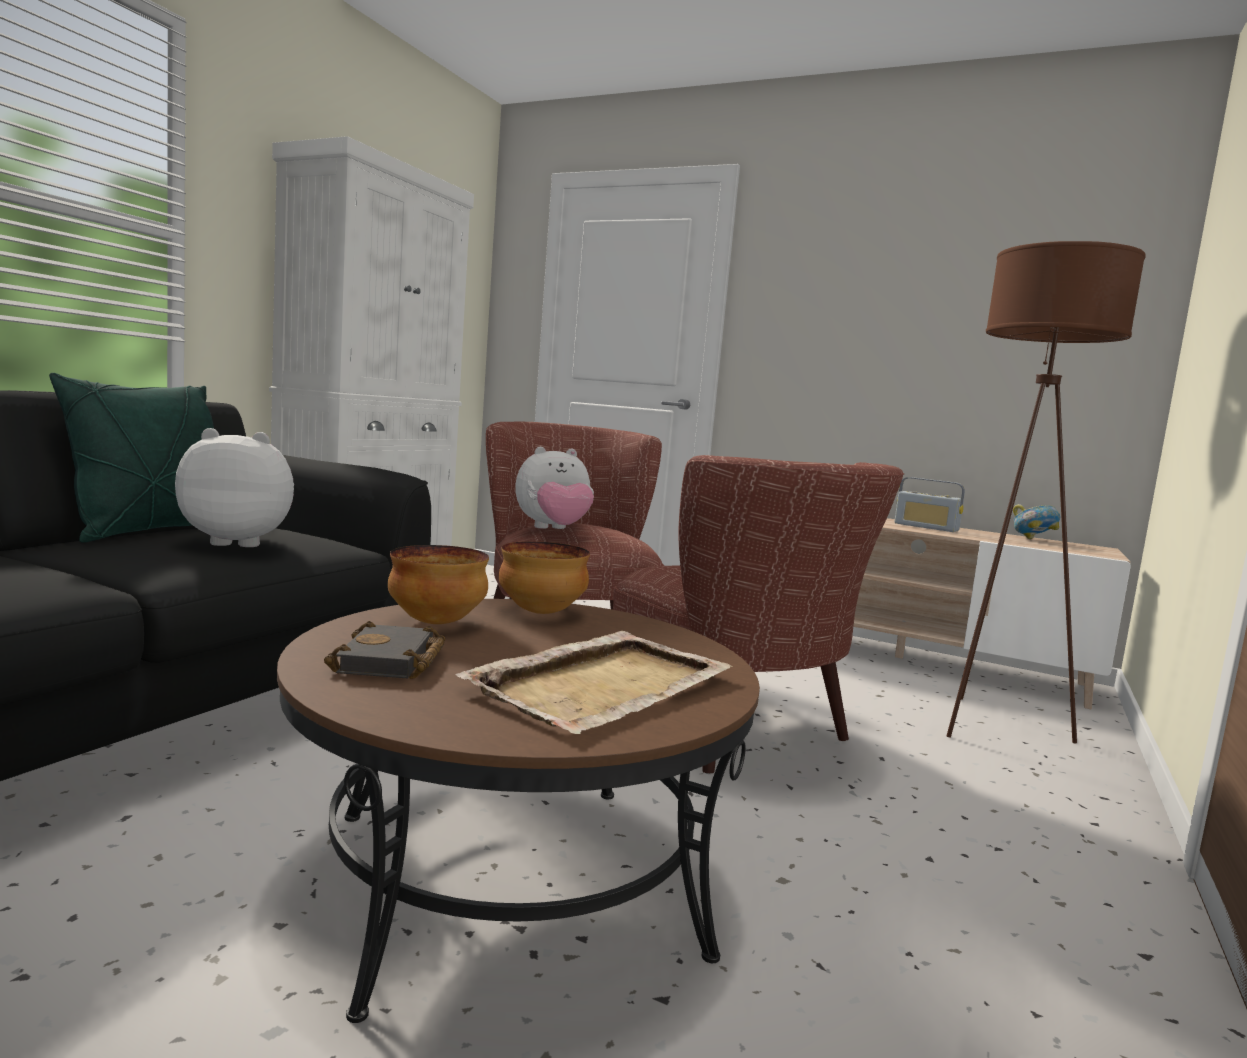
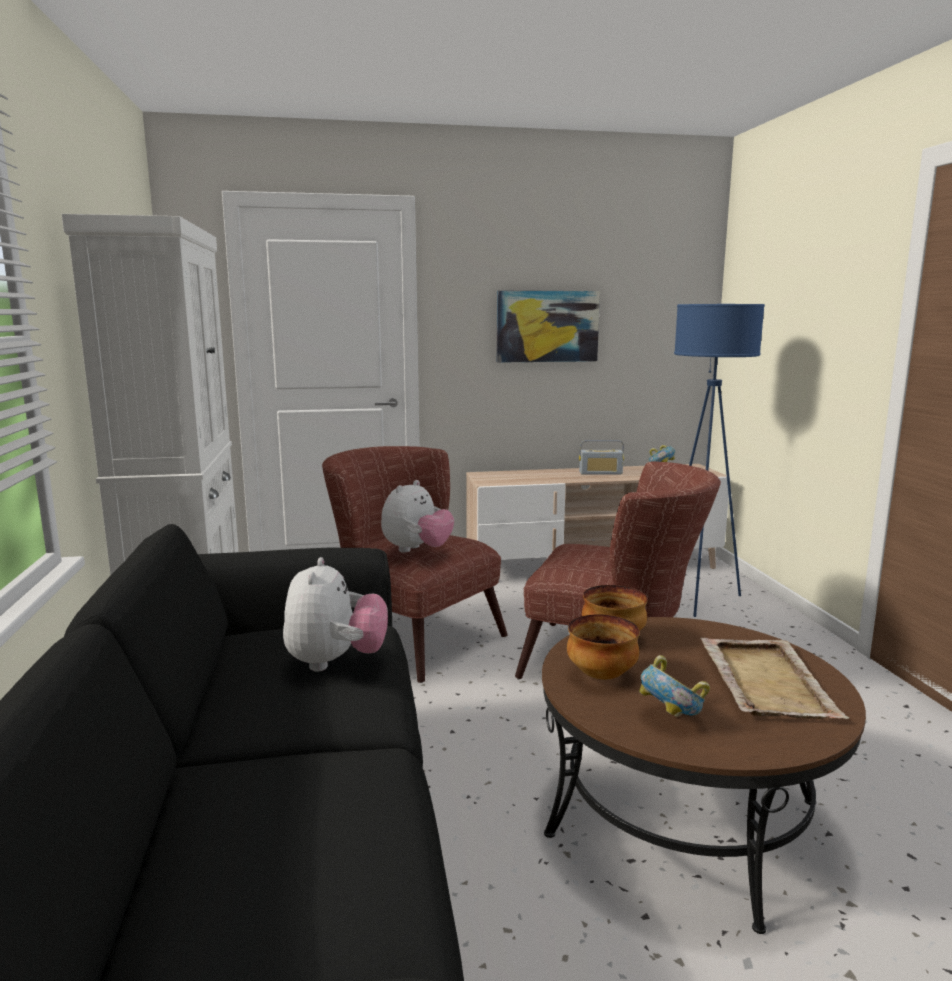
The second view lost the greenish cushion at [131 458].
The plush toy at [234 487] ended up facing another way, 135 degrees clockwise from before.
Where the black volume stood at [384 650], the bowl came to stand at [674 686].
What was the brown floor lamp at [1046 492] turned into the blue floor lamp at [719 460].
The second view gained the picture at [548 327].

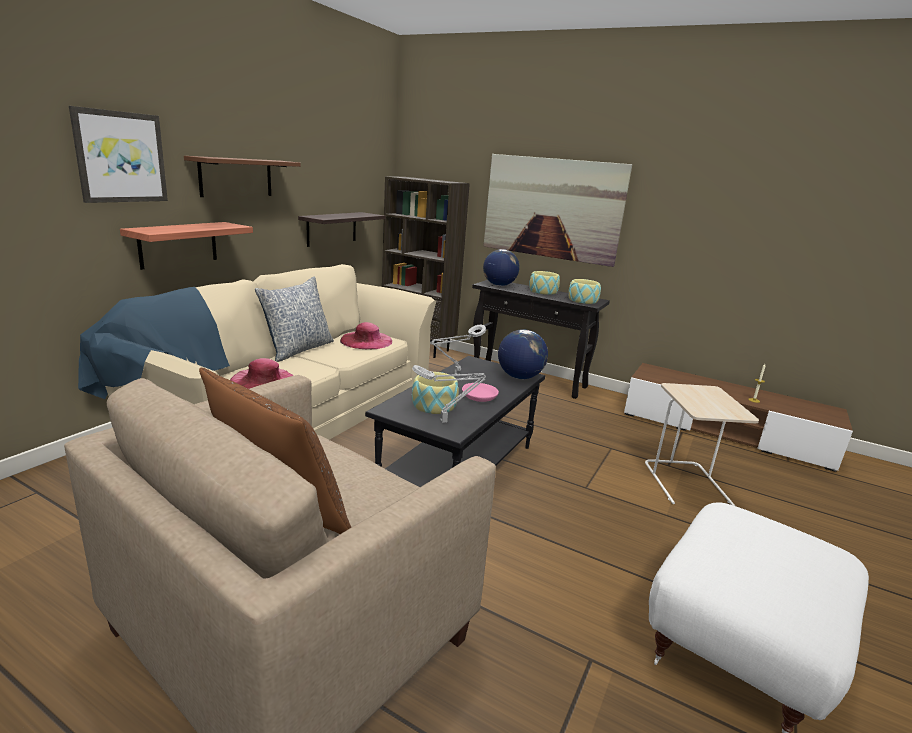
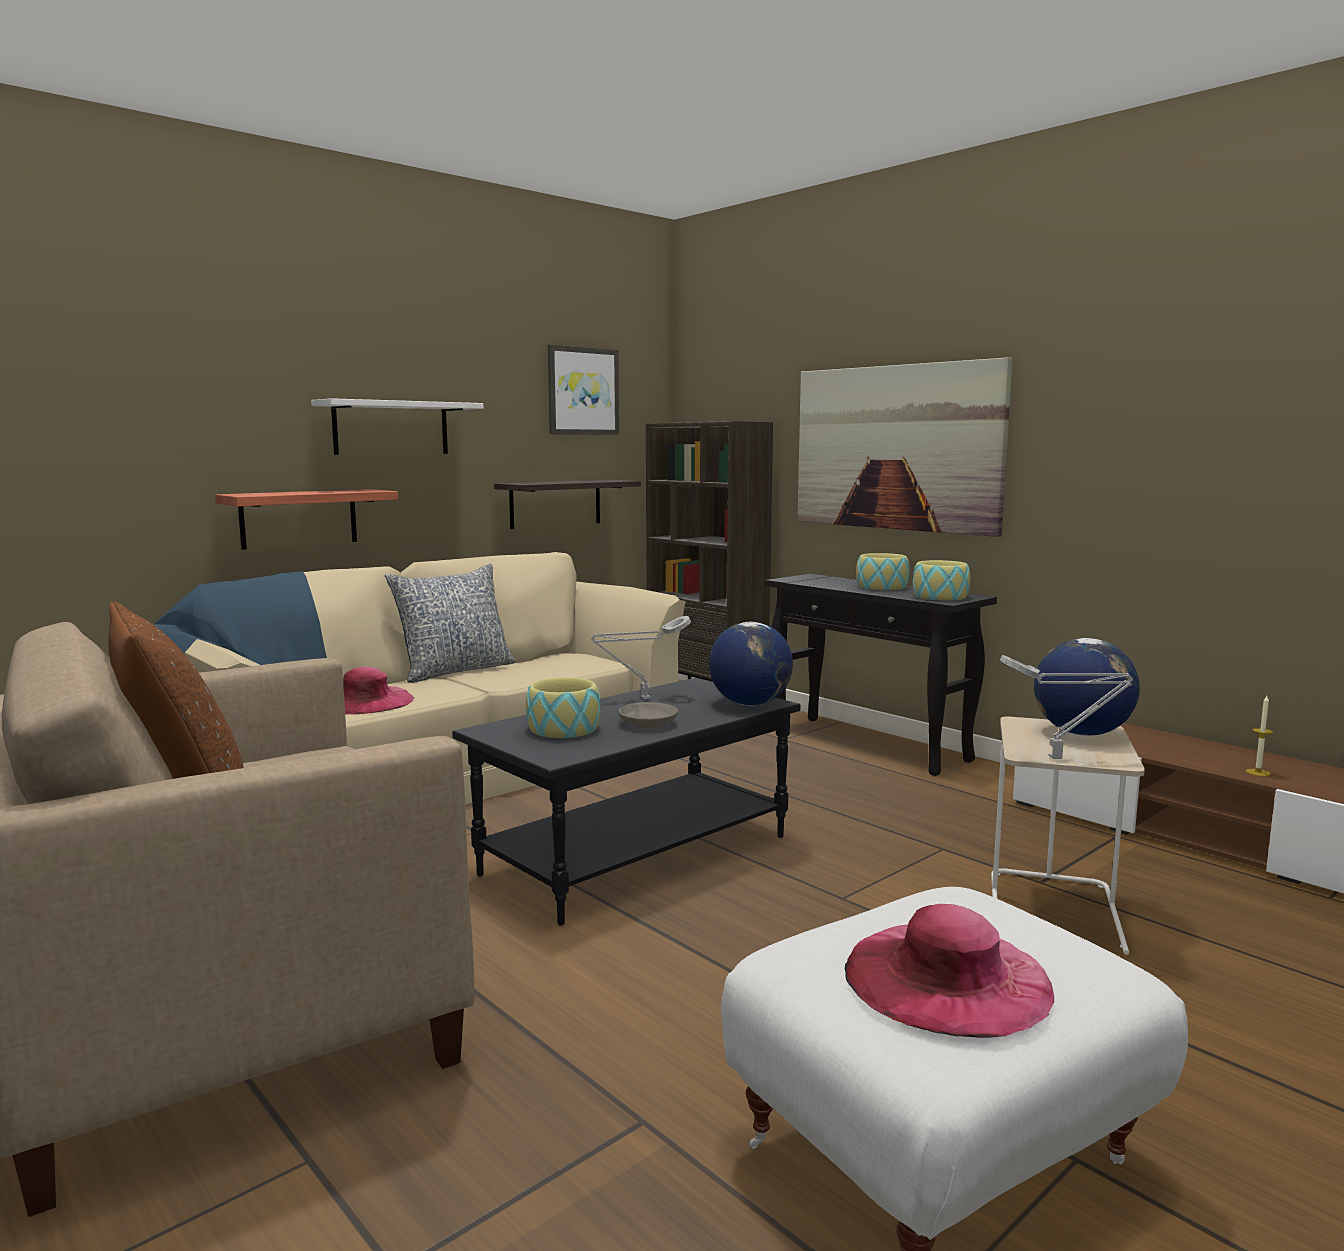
The picture ended up elsewhere, having gone from [118 154] to [583 389].
What was the brown wall shelf at [242 176] turned into the white wall shelf at [397 426].
The pink clothing hat ended up elsewhere, having gone from [366 335] to [949 971].
The gray lamp for a table ended up elsewhere, having gone from [449 394] to [1066 707].
What was the pink bowl at [480 392] turned into the gray bowl at [648 715].
The world globe ended up elsewhere, having gone from [501 267] to [1087 687].

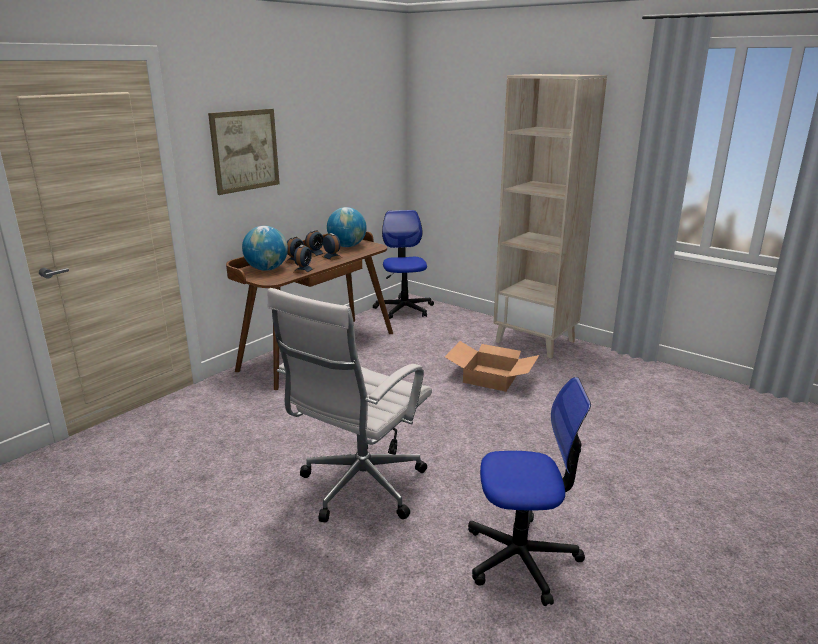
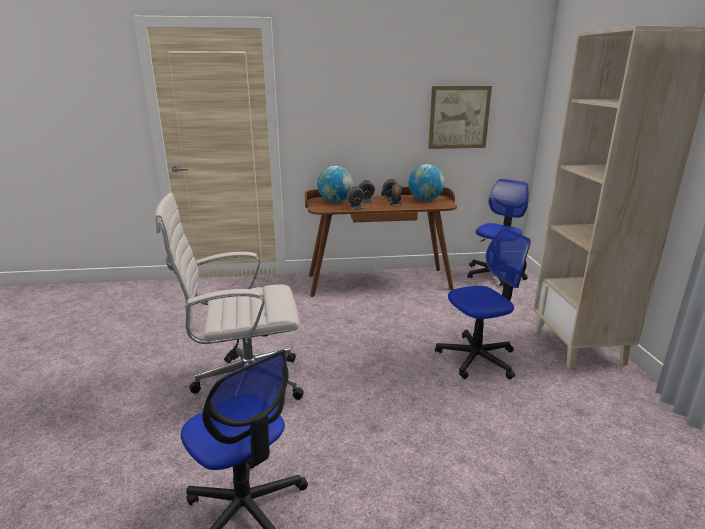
The picture ended up elsewhere, having gone from [244 152] to [460 117].
Where the packing box stood at [492 366], the computer chair came to stand at [483 303].

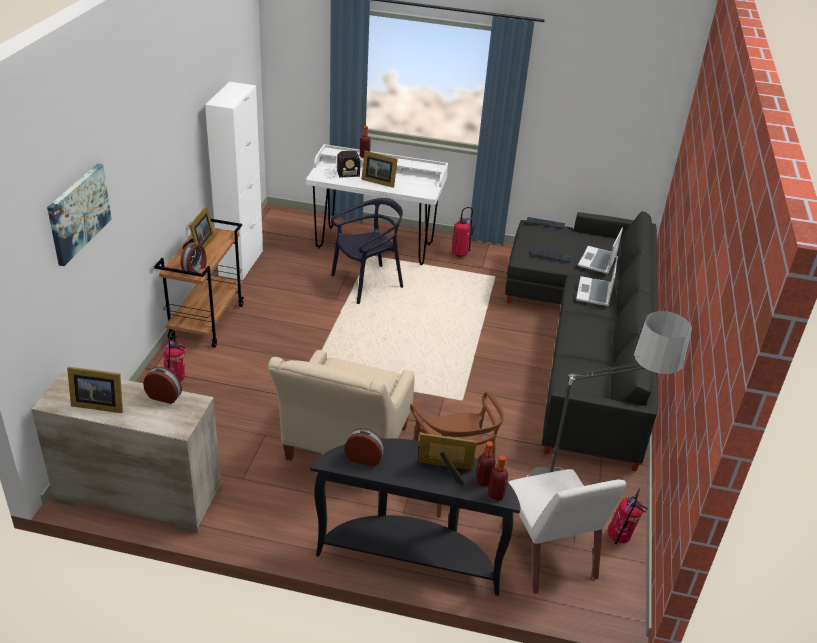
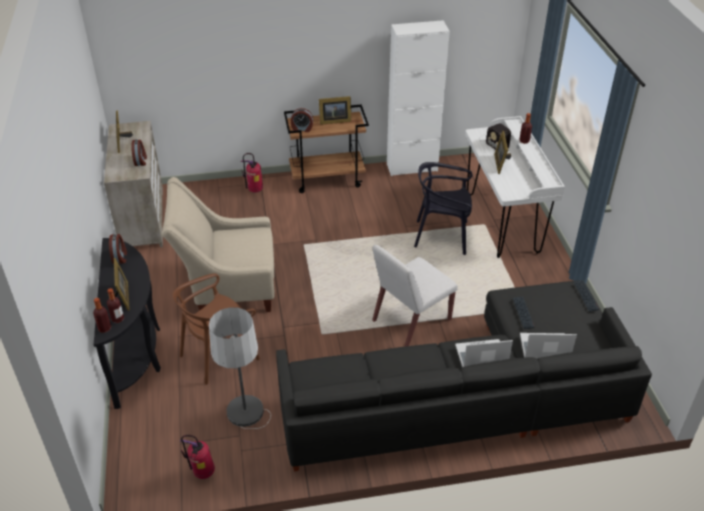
The second view lost the picture at [79 214].
The black chair at [367 251] ended up facing another way, 150 degrees clockwise from before.
The second view lost the fire-fighting cylinder at [464 232].
The white chair ended up elsewhere, having gone from [563 531] to [415 295].

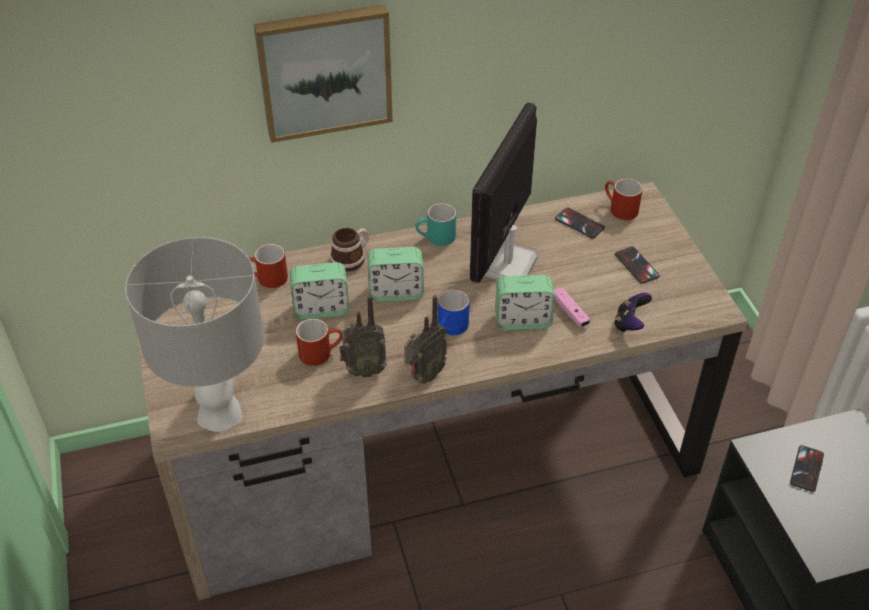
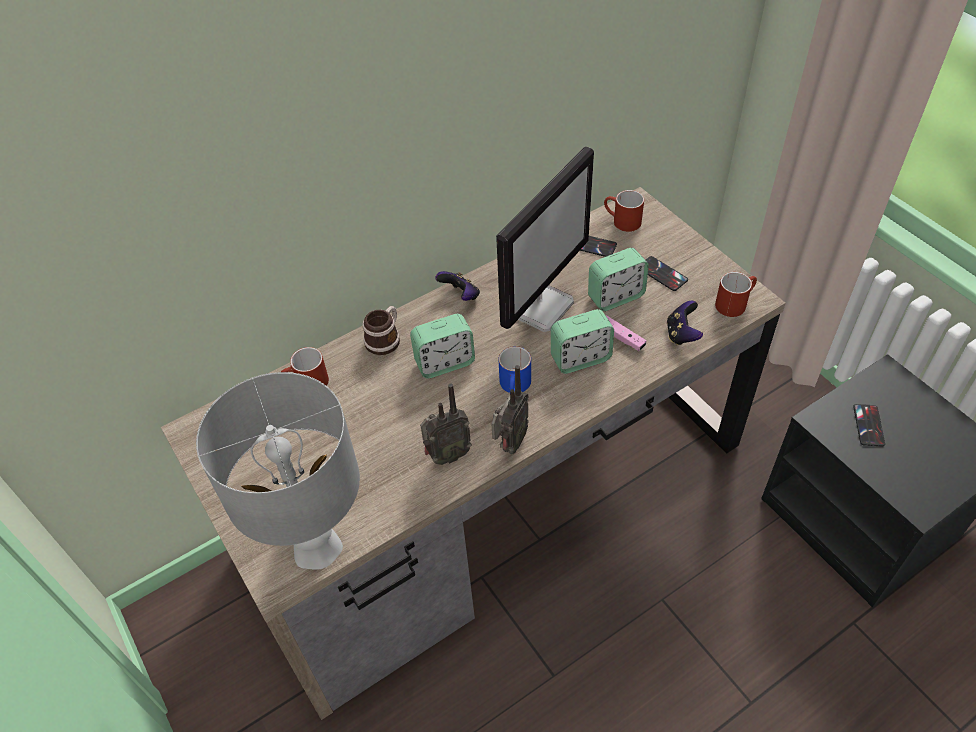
The second view lost the picture at [323 73].
The table clock ended up elsewhere, having gone from [319 291] to [618 279].
The reddish tea mug ended up elsewhere, having gone from [319 342] to [736 294].
Where the turquoise-coloured tea mug stood at [435 224], the gamepad came to stand at [457 286].
The computer screen at [504 192] ended up facing another way, 150 degrees counterclockwise from before.

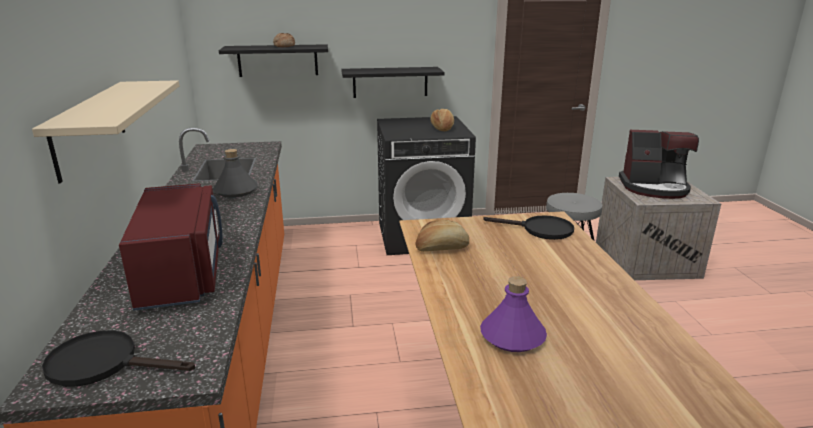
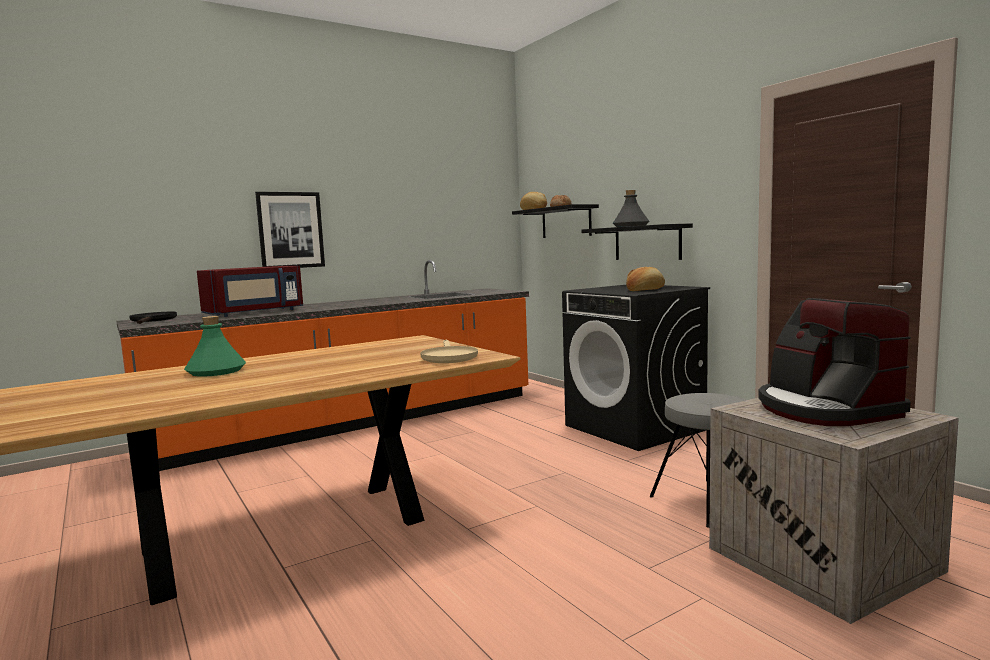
Where the beige-coloured wall shelf hung at [105 131], the picture came to hang at [290 230].
The gray drink bottle ended up elsewhere, having gone from [235 173] to [631 208].
The bakery bread ended up elsewhere, having gone from [442 235] to [533 201].
What was the purple-coloured drink bottle at [513 314] turned into the greenish drink bottle at [215 346].
What was the black pan at [528 227] turned into the beige-coloured pan at [449 351].

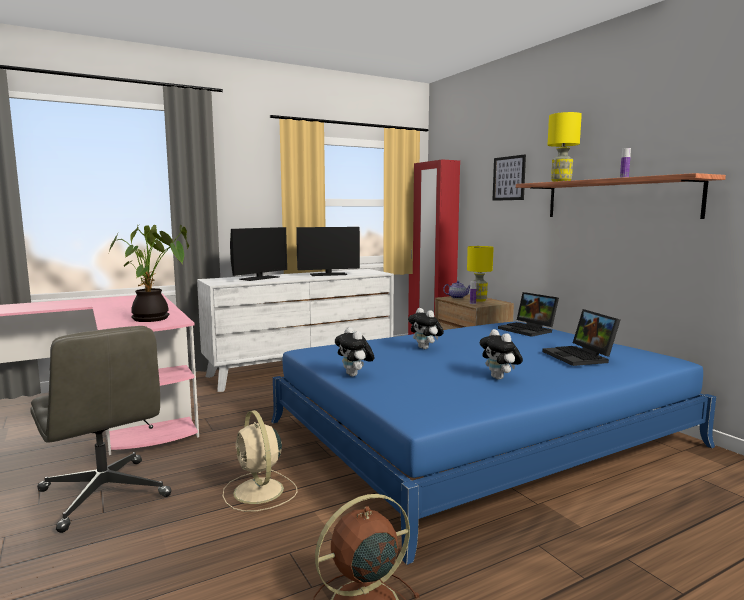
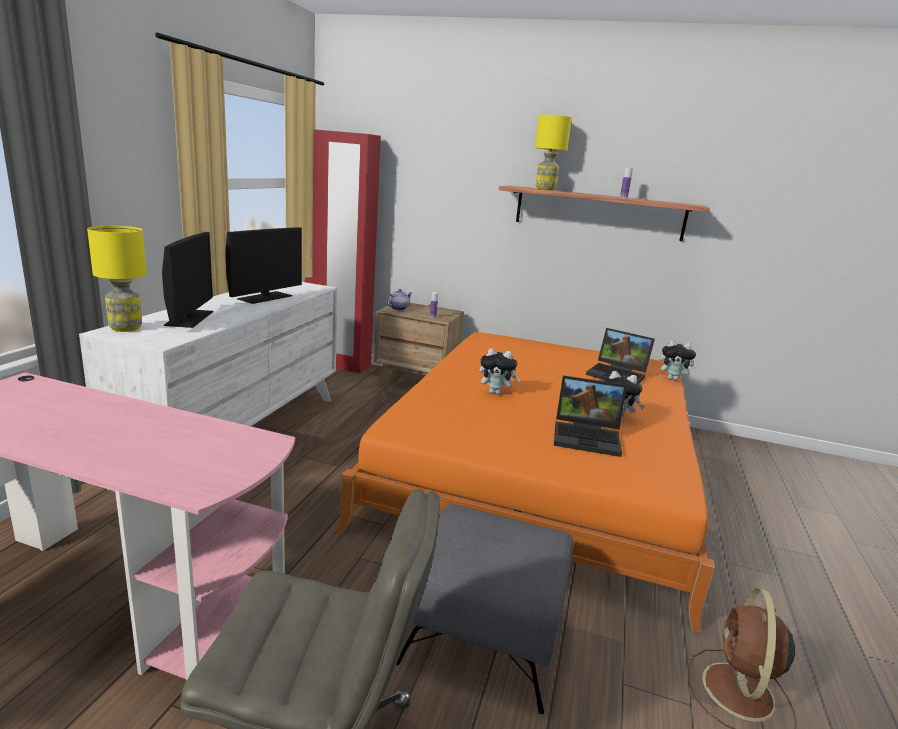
The second view lost the houseplant at [149 273].
Where the beige-coloured fan stood at [260 461], the gray footrest came to stand at [484 609].
What was the blue sleeping bed at [493 443] turned into the orangey sleeping bed at [525 483].
The plush toy ended up elsewhere, having gone from [354 352] to [678 360].
The yellow lamp for a table ended up elsewhere, having gone from [480 274] to [117 279].
The second view lost the picture at [509 177].
The laptop ended up elsewhere, having gone from [528 314] to [590 416].

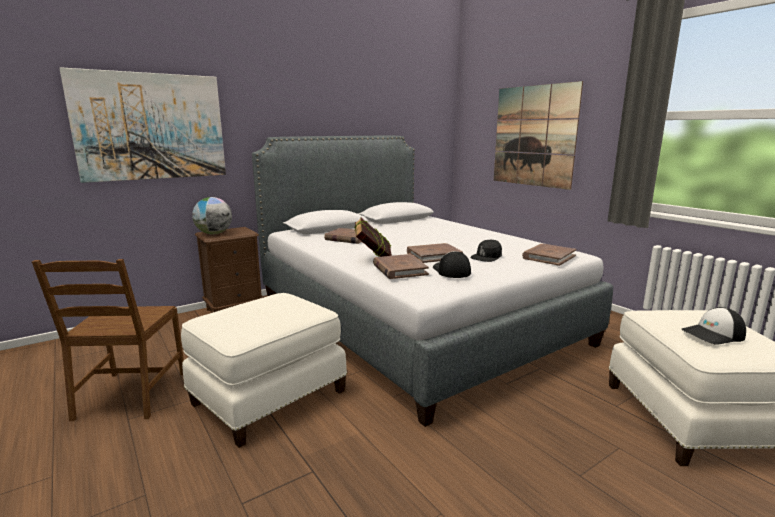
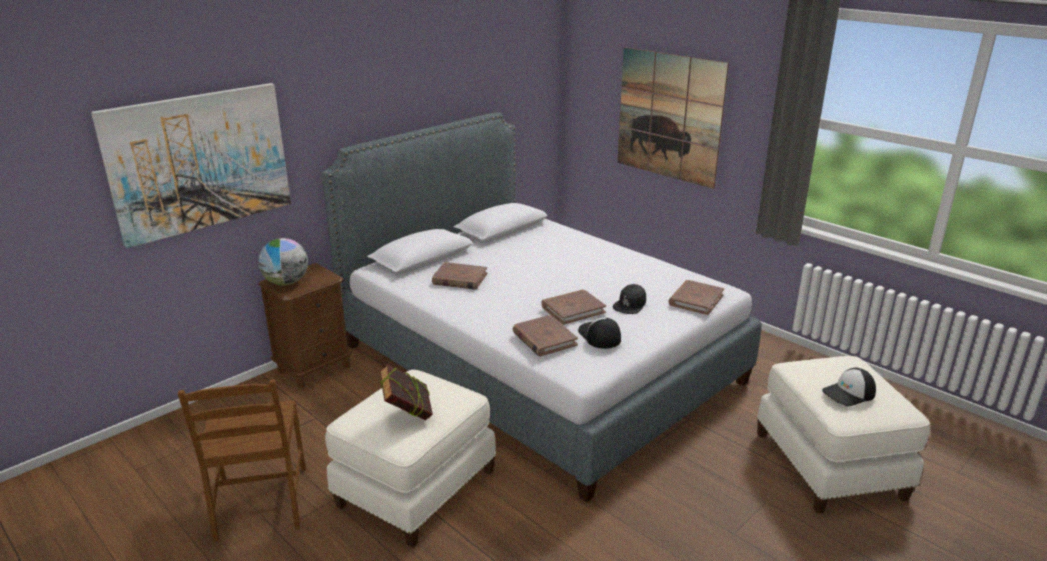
The volume ended up elsewhere, having gone from [373 237] to [406 392].

